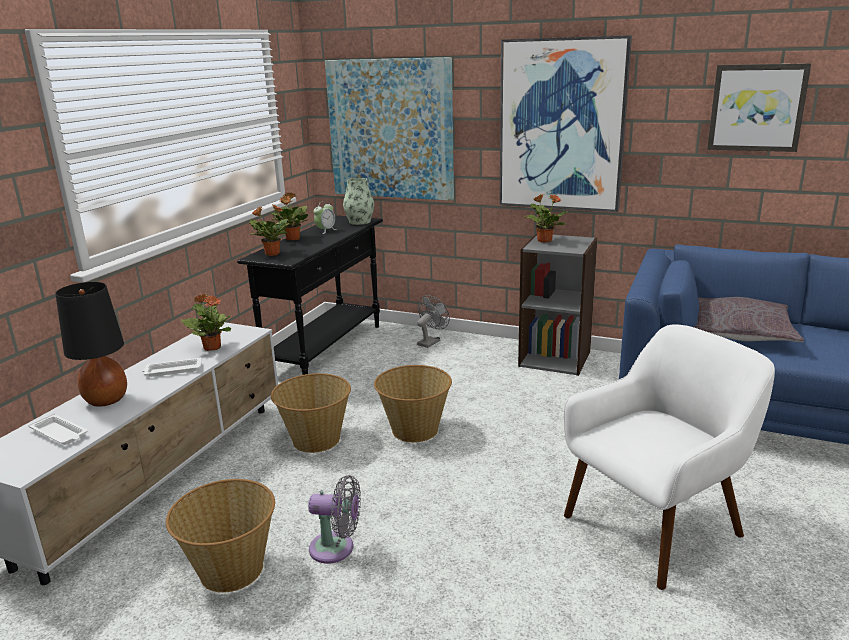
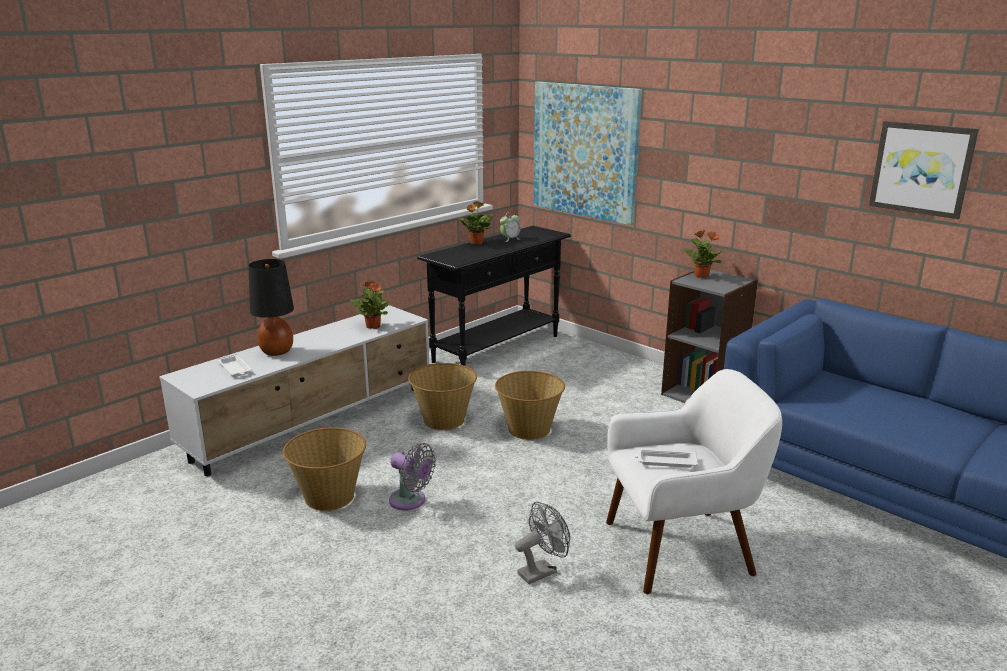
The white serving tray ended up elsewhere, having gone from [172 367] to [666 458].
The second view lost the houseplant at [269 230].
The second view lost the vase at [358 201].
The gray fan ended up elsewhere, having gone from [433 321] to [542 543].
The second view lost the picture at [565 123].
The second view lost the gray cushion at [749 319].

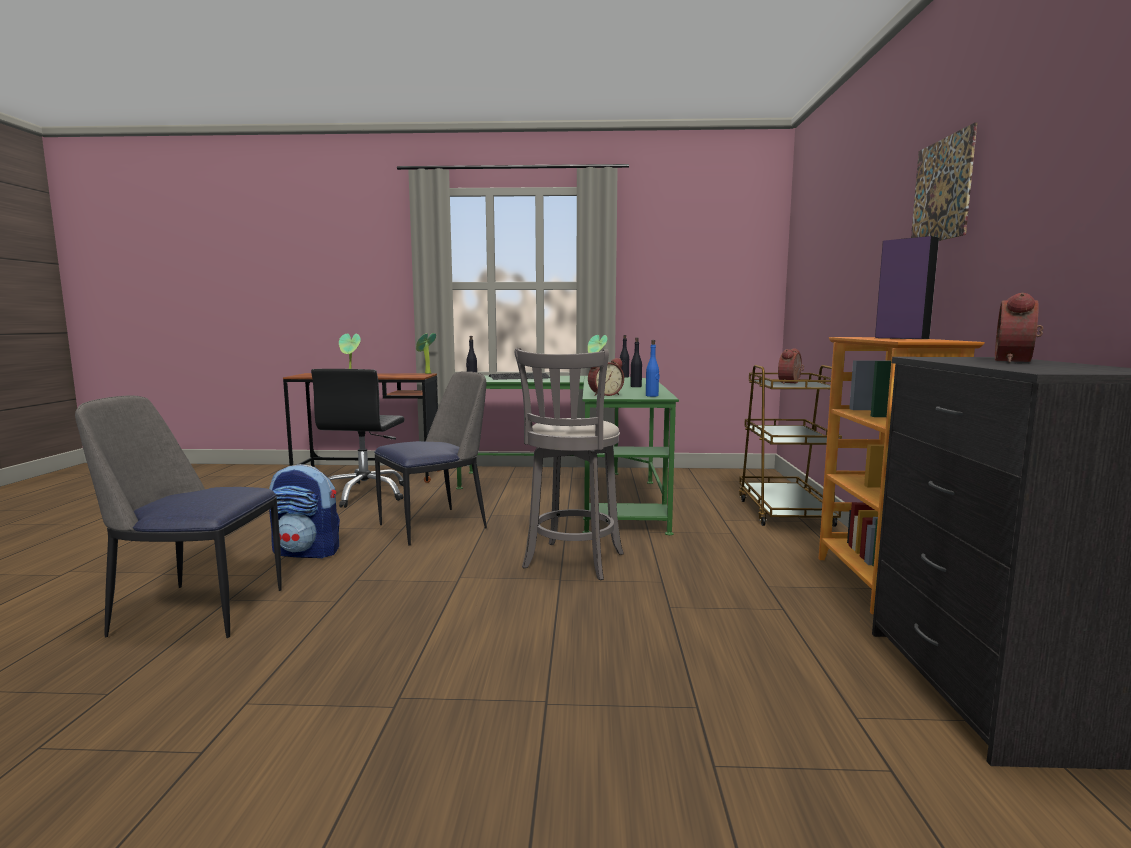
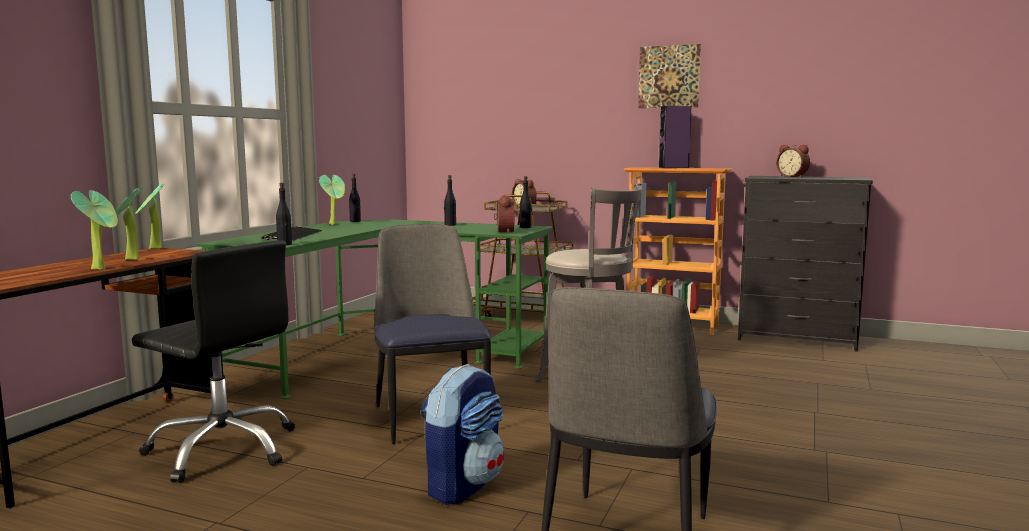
What was the blue drink bottle at [653 368] turned into the black drink bottle at [526 202].
The second view gained the houseplant at [129 223].

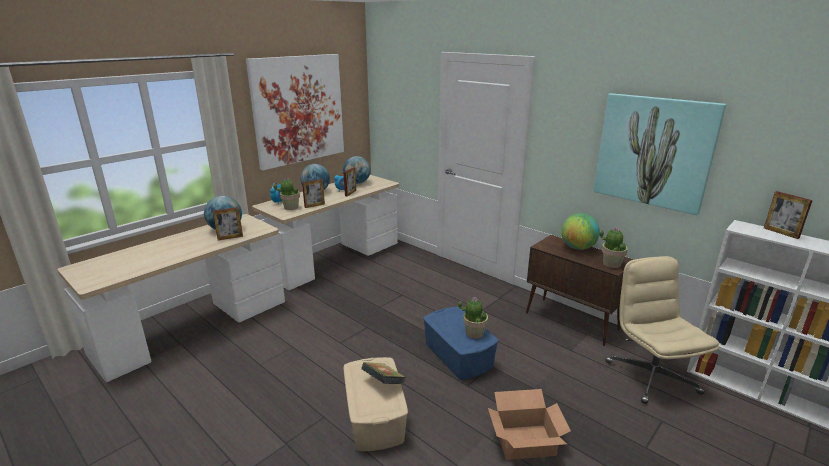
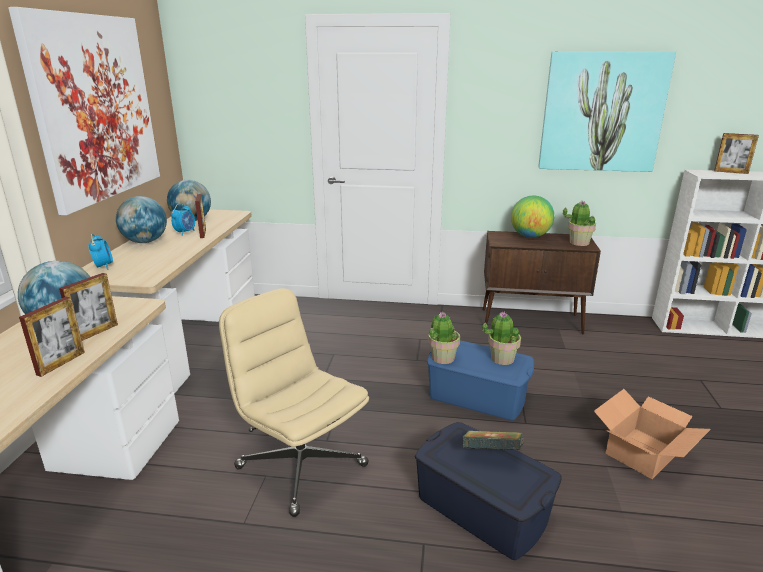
The houseplant ended up elsewhere, having gone from [287 194] to [444 338].
The photo frame ended up elsewhere, having gone from [313 193] to [52 337].
What was the beige-coloured storage container at [376 404] turned into the blue storage container at [488 491].
The beige-coloured computer chair ended up elsewhere, having gone from [662 330] to [294 402].

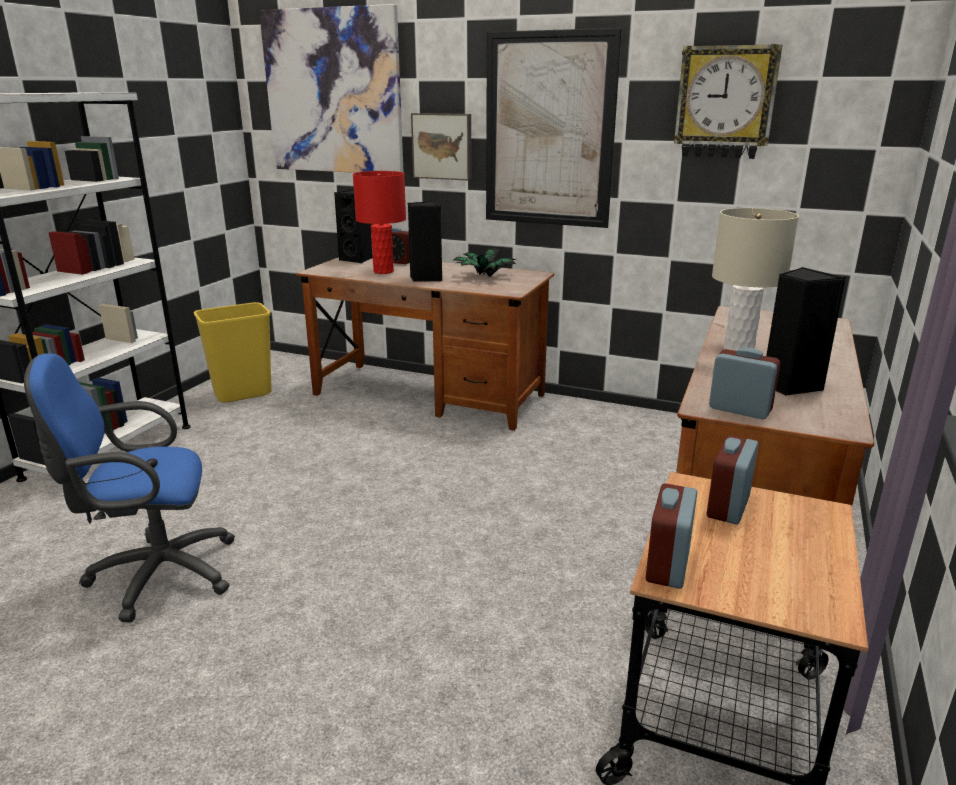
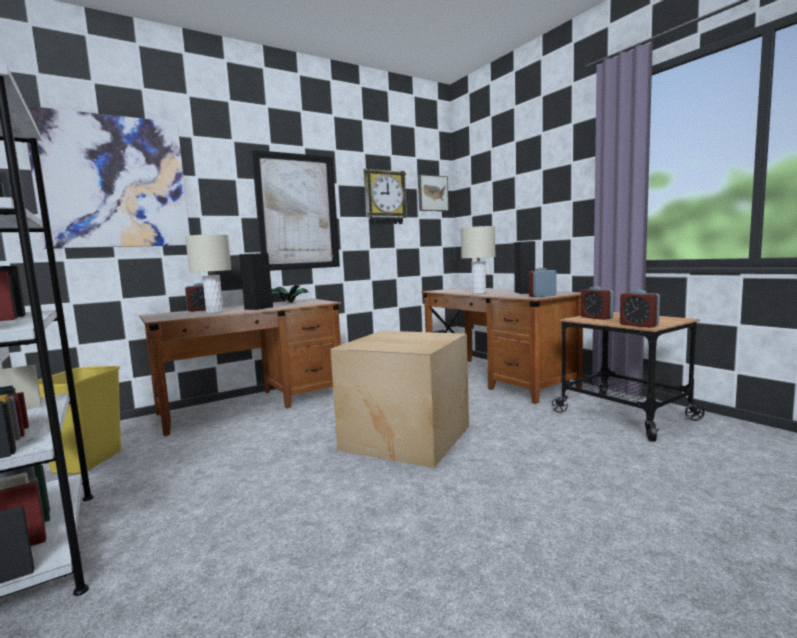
The second view lost the blue computer chair at [129 487].
The second view lost the black loudspeaker at [353 226].
What was the reddish lamp for a table at [379 222] turned into the beige-coloured lamp for a table at [208 273].
The picture ended up elsewhere, having gone from [441 147] to [433 192].
The second view gained the packing box at [399 399].

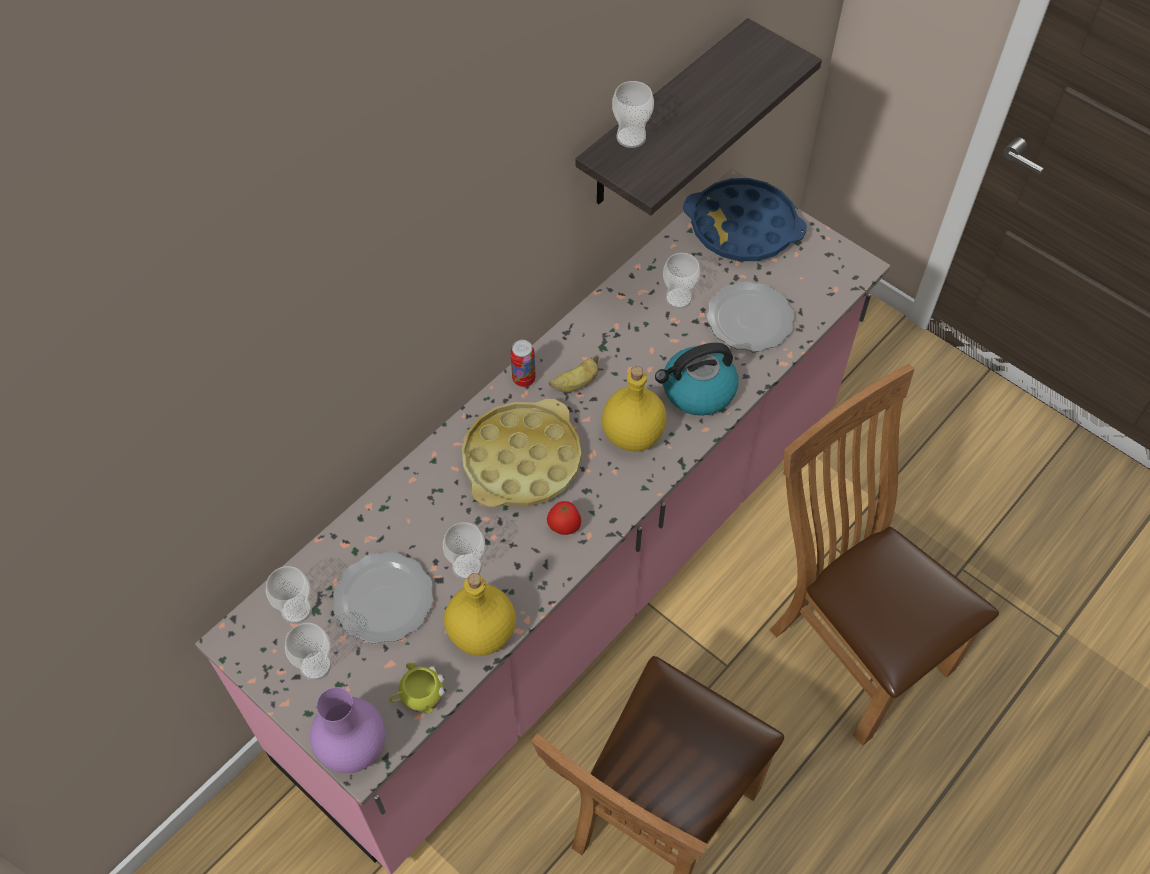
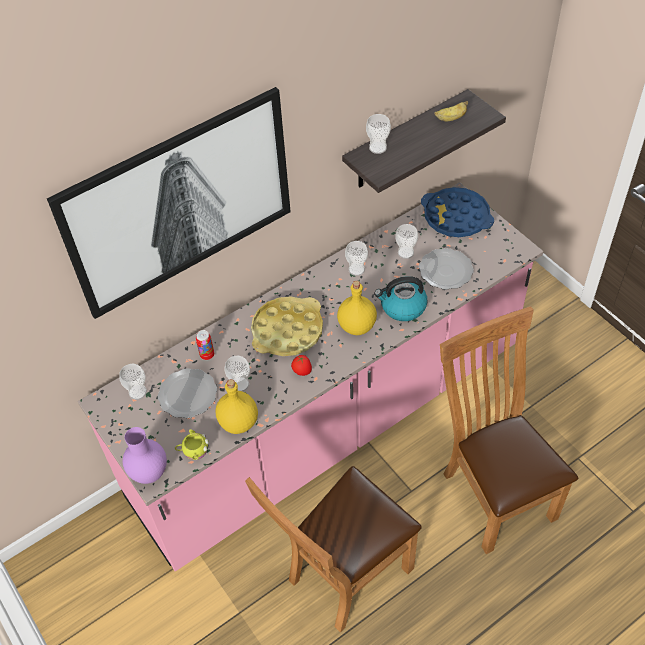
The drinking cup ended up elsewhere, having gone from [308 651] to [356 258].
The can ended up elsewhere, having gone from [523 363] to [205 345].
The whole banana ended up elsewhere, having gone from [574 374] to [451 111].
The second view gained the picture at [169 203].

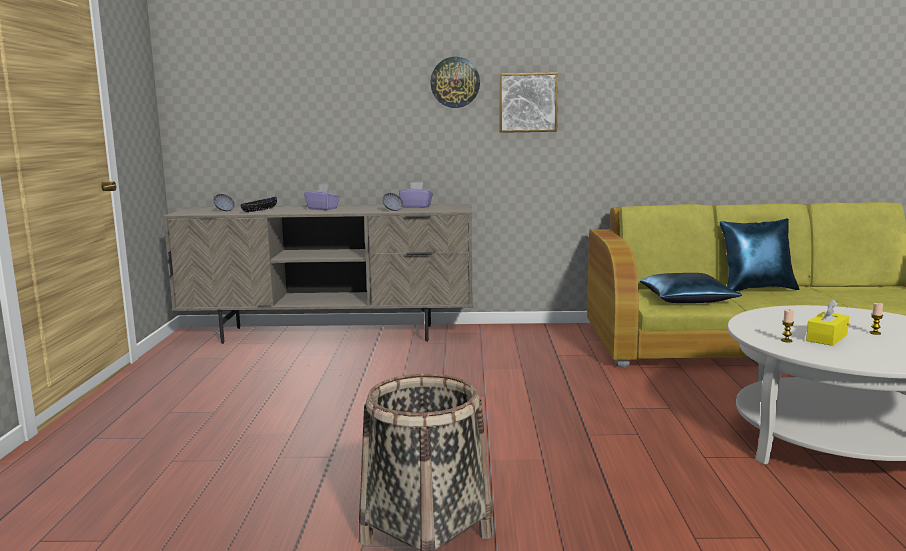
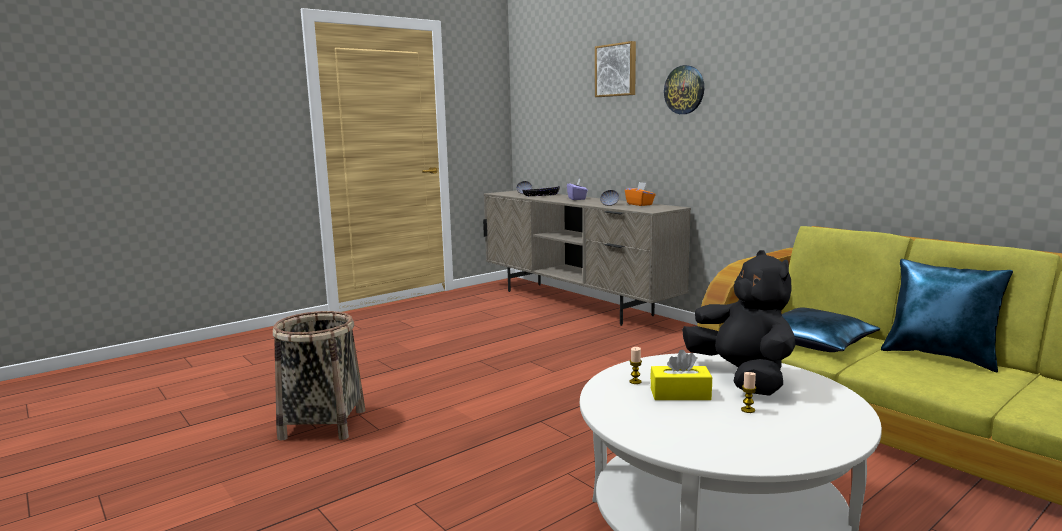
What was the purple-coloured tissue holder at [416 195] turned into the orangey tissue holder at [640 194].
The picture ended up elsewhere, having gone from [528 102] to [615 69].
The second view gained the black plush toy at [739 323].

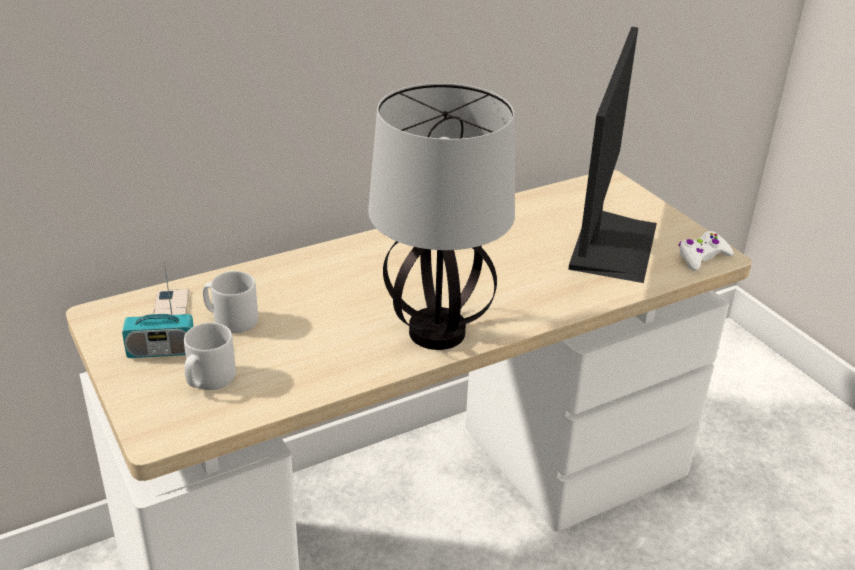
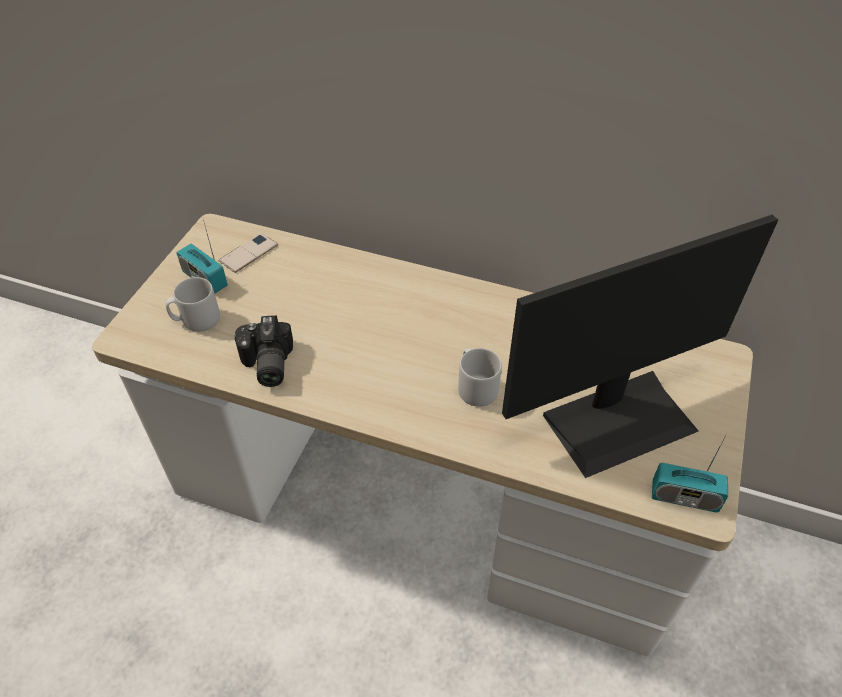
The gray tea mug ended up elsewhere, having gone from [230 302] to [480 377].
The second view lost the lamp for a table at [441 216].
Where the white gamepad stood at [706 251], the radio came to stand at [690 473].
The second view gained the photo camera at [264 351].

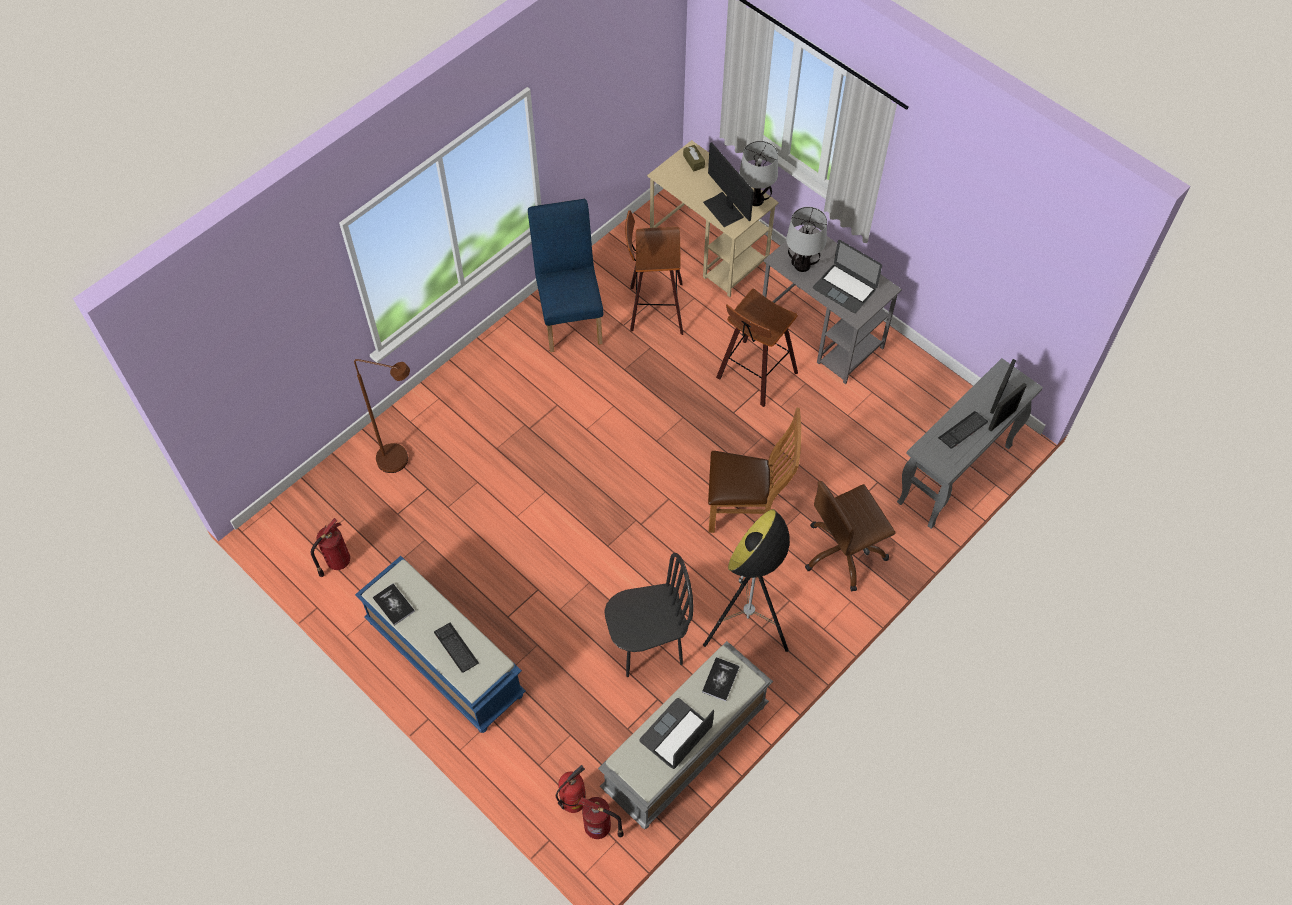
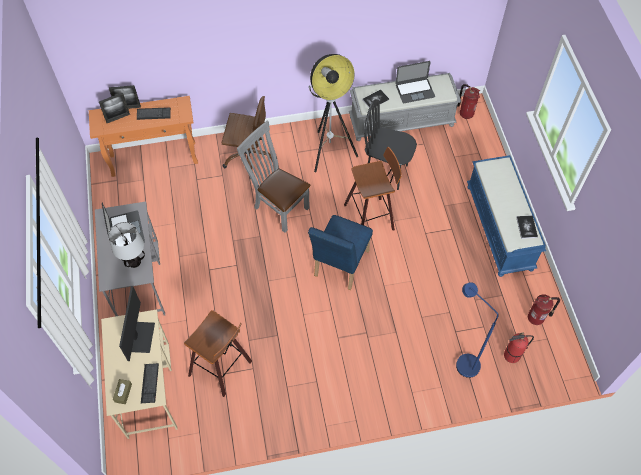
What was the brown floor lamp at [382 416] turned into the blue floor lamp at [477 330].
The computer keyboard ended up elsewhere, having gone from [456 648] to [150 383].
The blue chair ended up elsewhere, having gone from [565 275] to [340 252].
The fire-fighting cylinder ended up elsewhere, having gone from [571 789] to [519 348].
What was the brown chair at [754 470] turned into the gray chair at [274 177].
The stool ended up elsewhere, having gone from [757 347] to [373 189].
The second view lost the lamp for a table at [758 173].
What was the gray narrow table at [970 443] turned into the orangey narrow table at [143 136].

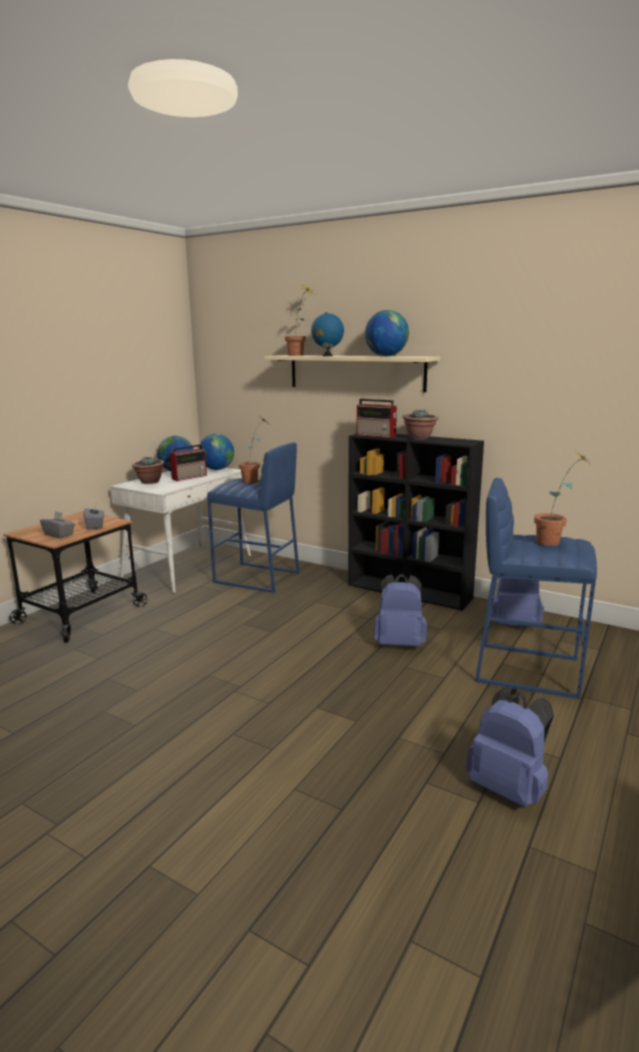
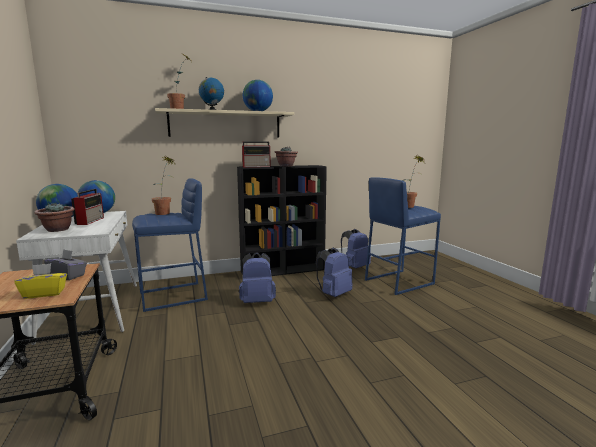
What was the gray tissue holder at [57 524] turned into the yellow tissue holder at [40 281].
The blue knapsack ended up elsewhere, having gone from [510 747] to [257 277].

